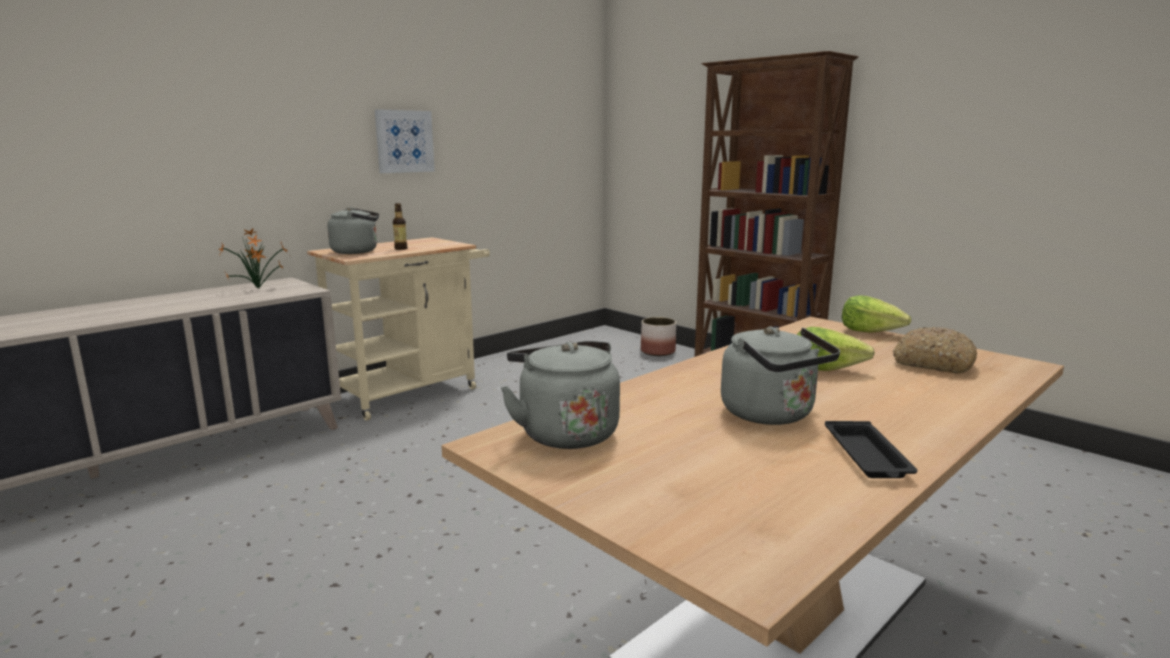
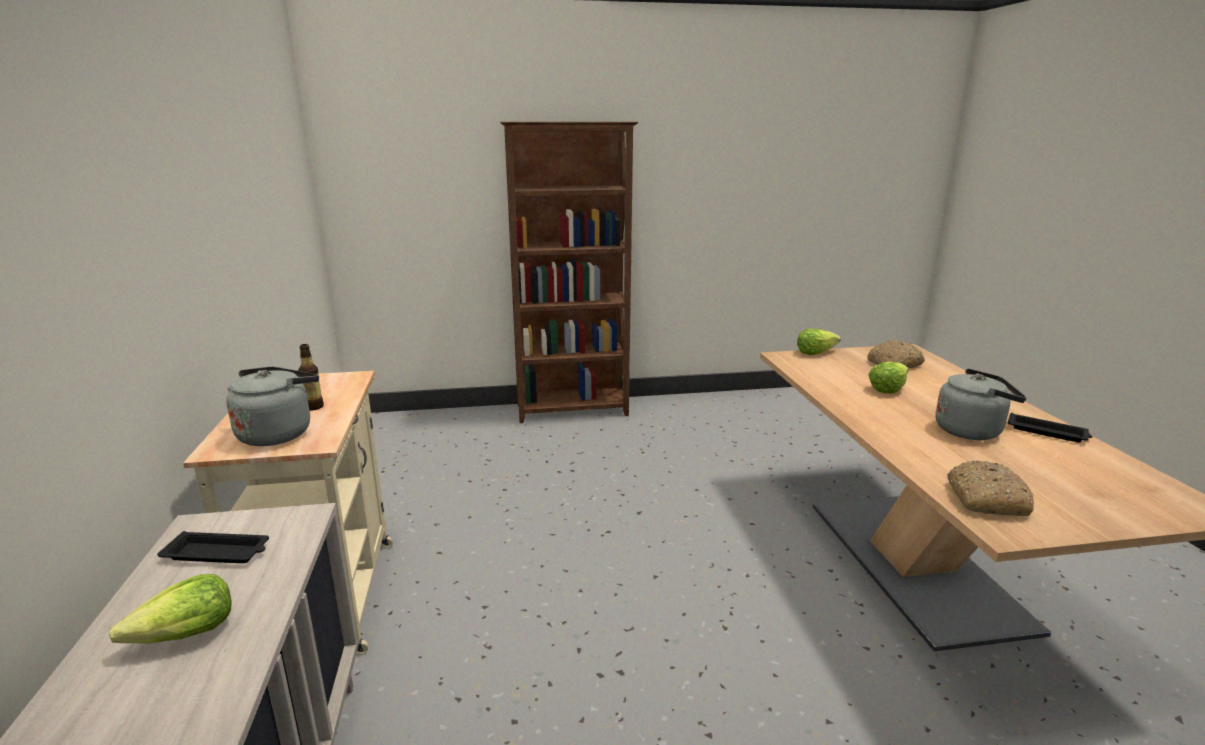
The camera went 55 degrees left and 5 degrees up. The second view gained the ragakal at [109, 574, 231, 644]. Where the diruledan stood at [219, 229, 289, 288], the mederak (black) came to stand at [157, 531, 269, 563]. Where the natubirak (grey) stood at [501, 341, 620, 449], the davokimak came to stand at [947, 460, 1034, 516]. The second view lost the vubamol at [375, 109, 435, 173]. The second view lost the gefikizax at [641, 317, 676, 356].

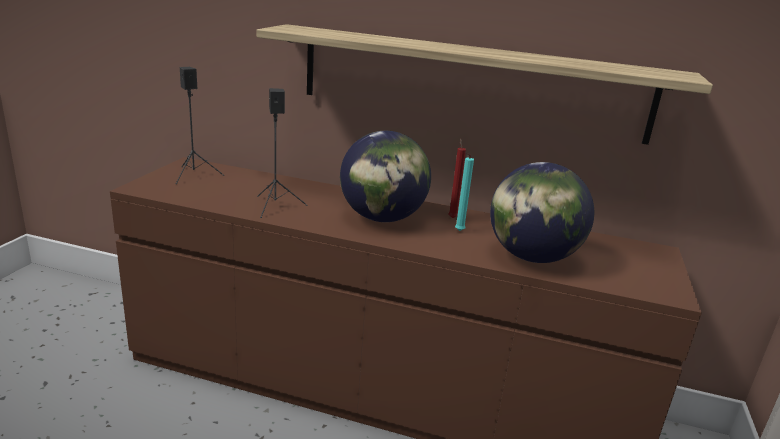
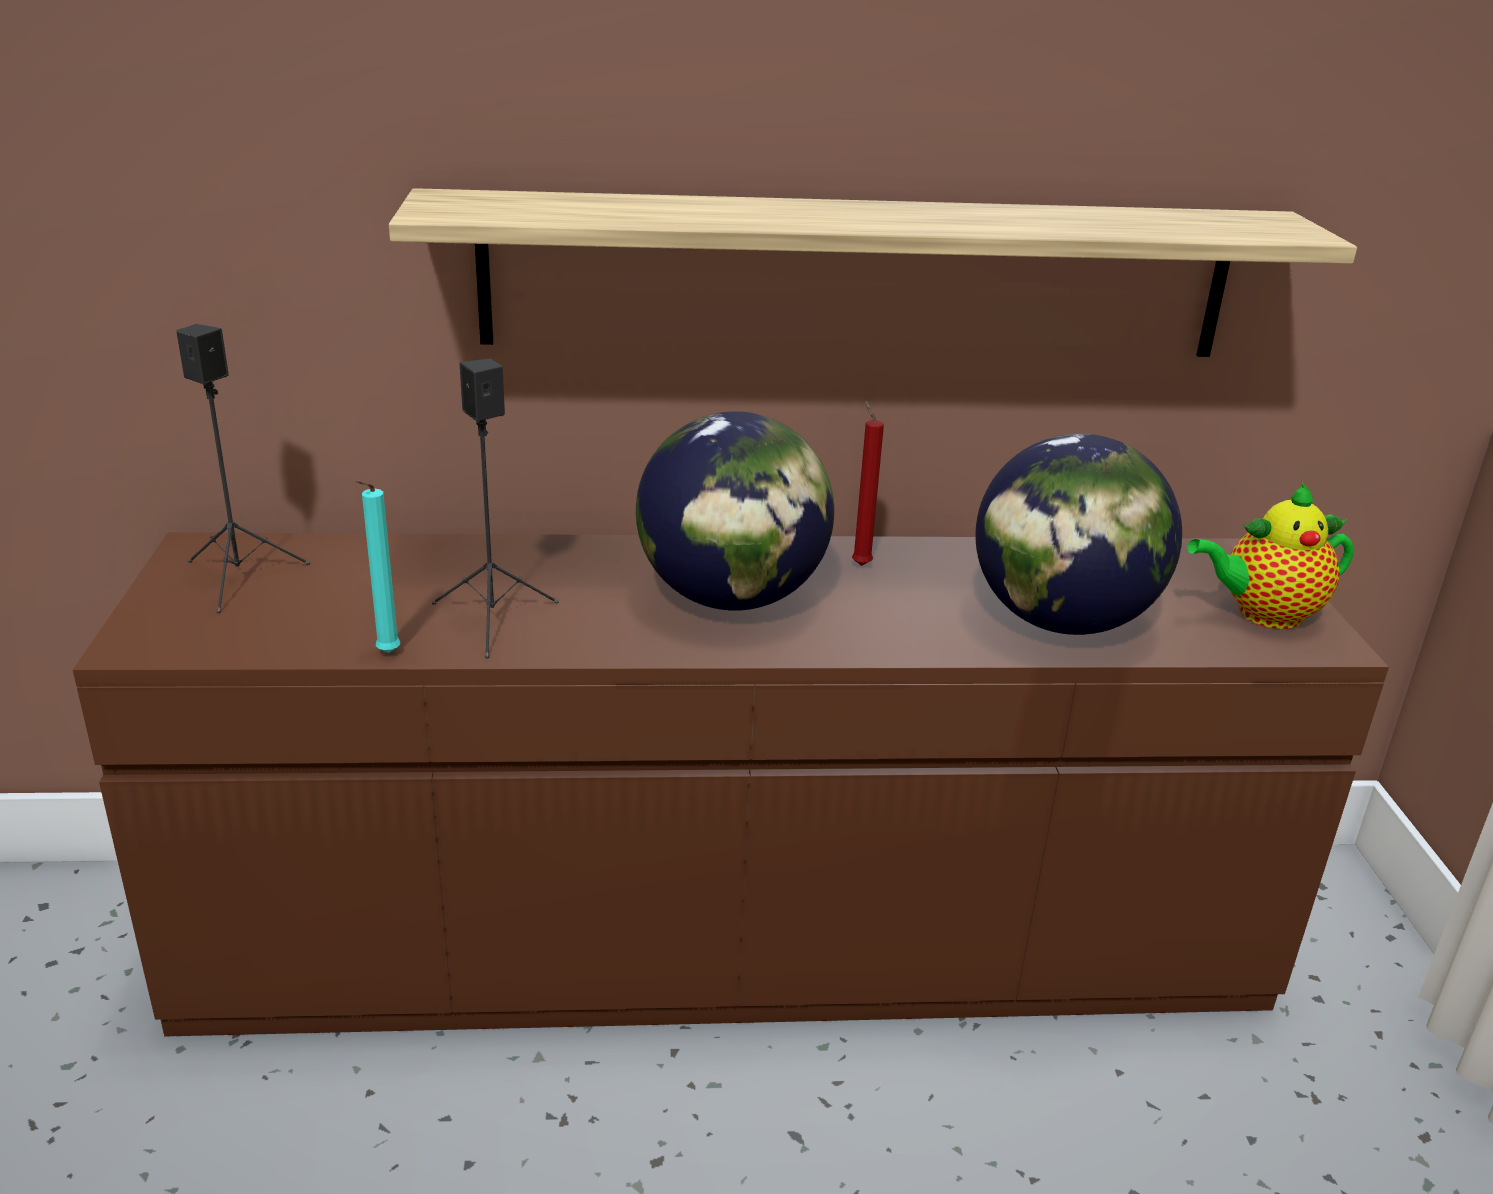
The camera went 20 degrees left and 5 degrees up. The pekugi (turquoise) ended up elsewhere, having gone from [455, 152, 474, 231] to [355, 480, 400, 653]. The second view gained the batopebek at [1188, 483, 1354, 629].

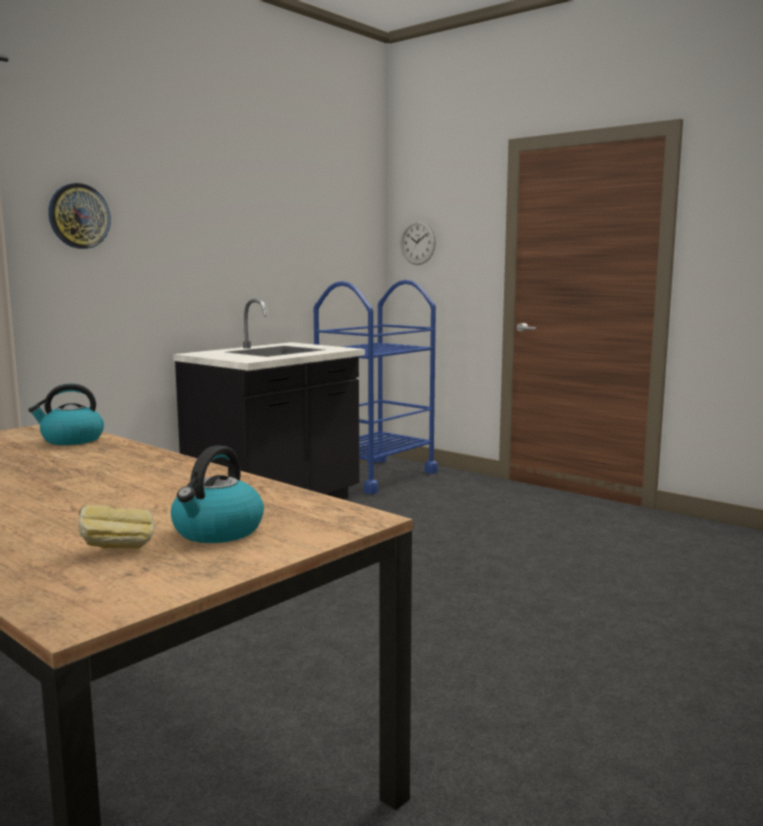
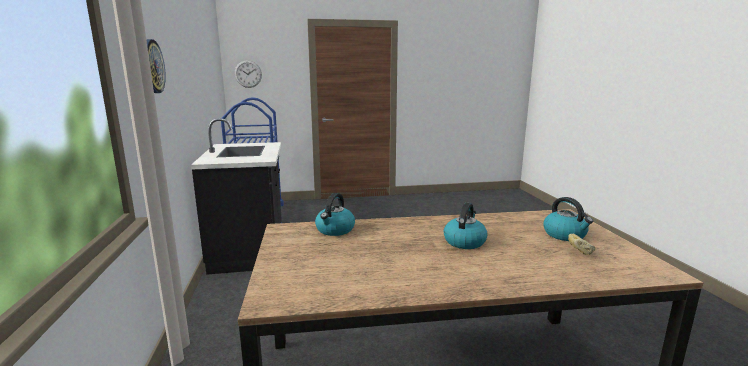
The camera went 50 degrees left and 5 degrees up. The second view gained the natubirak at [444, 203, 488, 249].

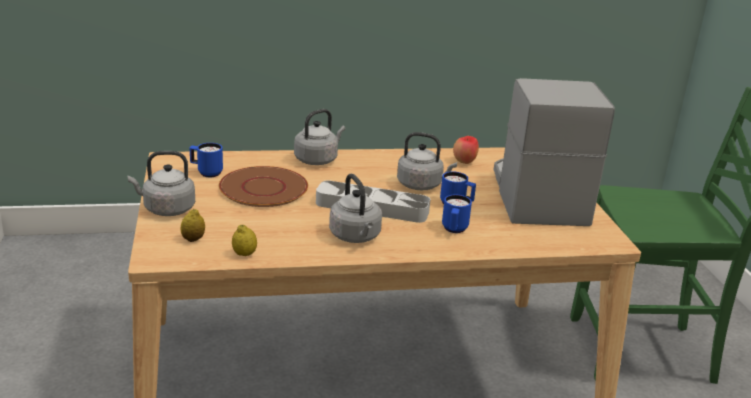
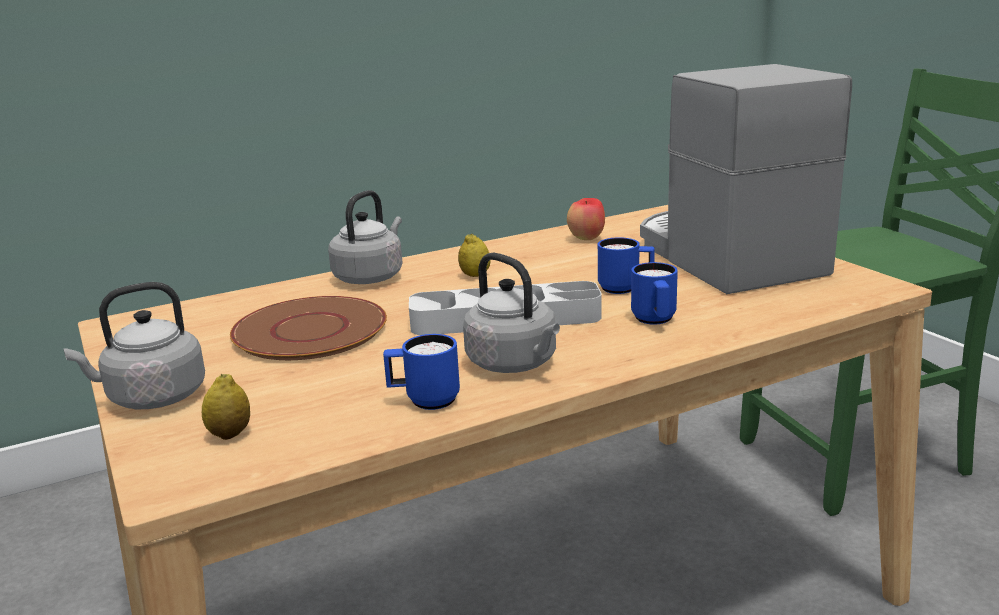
The camera went 15 degrees left and 5 degrees down. The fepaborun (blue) ended up elsewhere, having gone from [190, 143, 223, 177] to [383, 334, 460, 410]. The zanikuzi ended up elsewhere, having gone from [232, 225, 257, 256] to [458, 234, 491, 277]. The second view lost the natubirak (grey) at [397, 132, 457, 190].

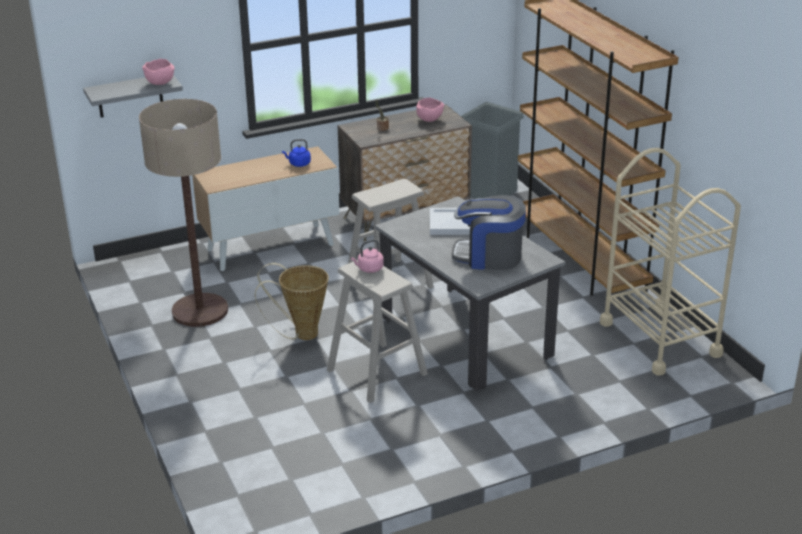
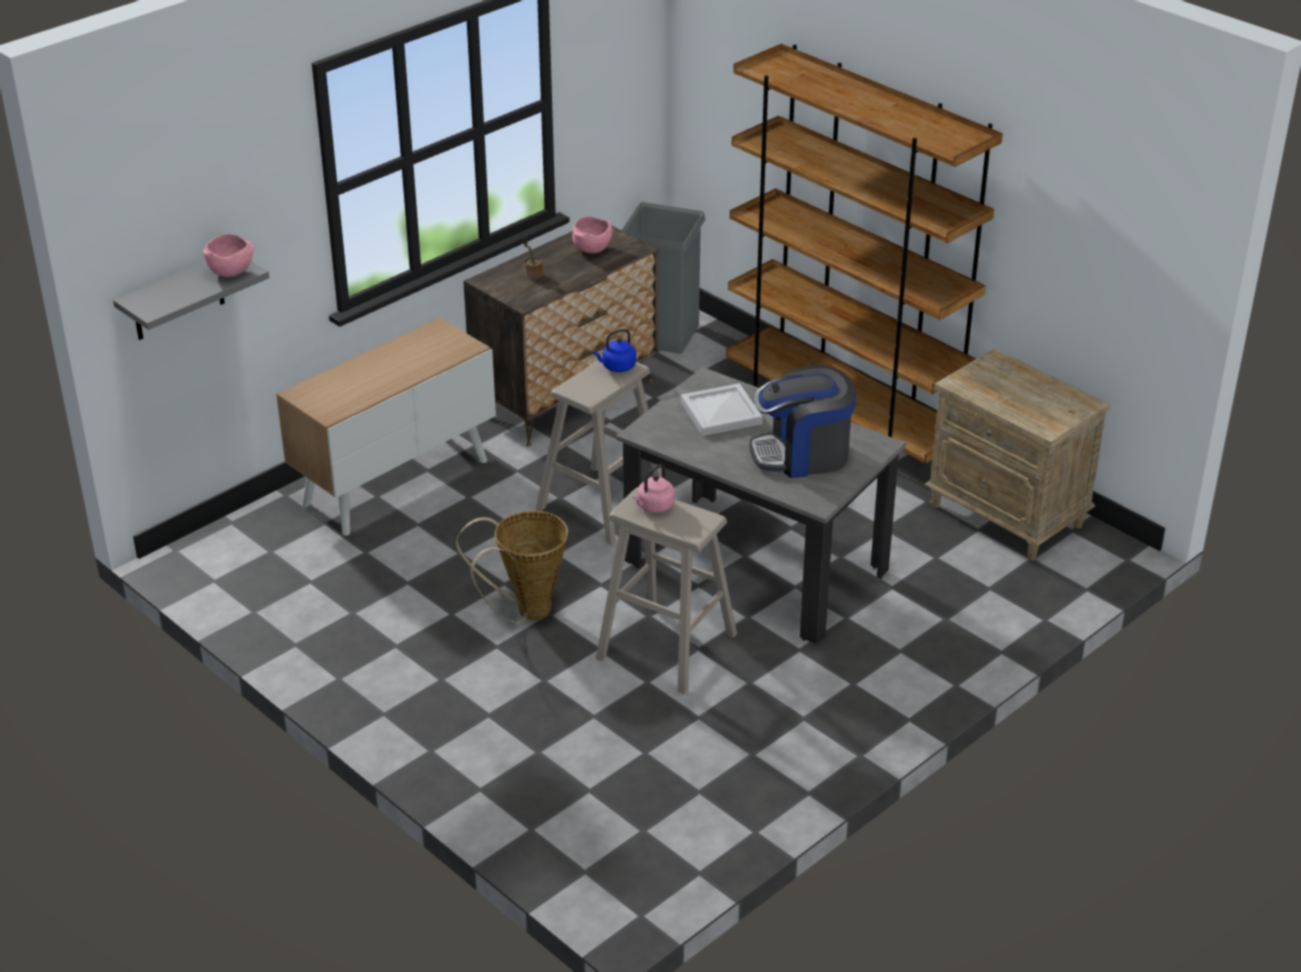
The camera went 20 degrees left and 5 degrees up. The natubirak (blue) ended up elsewhere, having gone from [282, 139, 311, 167] to [593, 329, 636, 372]. Where the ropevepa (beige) stood at [600, 148, 741, 376], the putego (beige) came to stand at [924, 348, 1110, 561]. The second view lost the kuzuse at [139, 99, 228, 327].

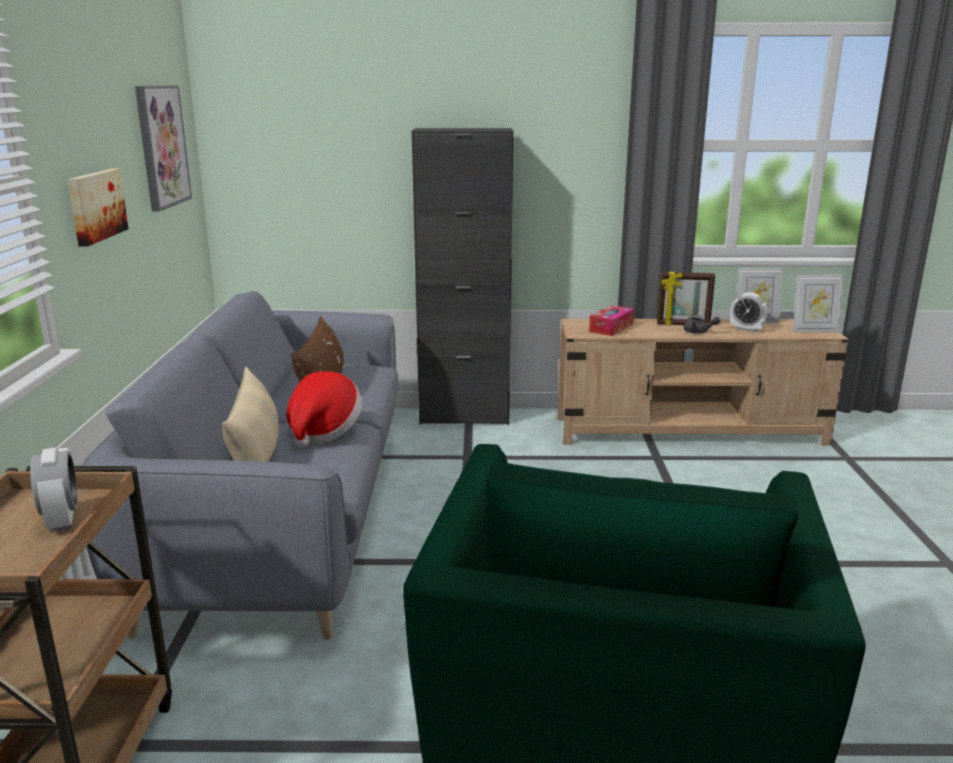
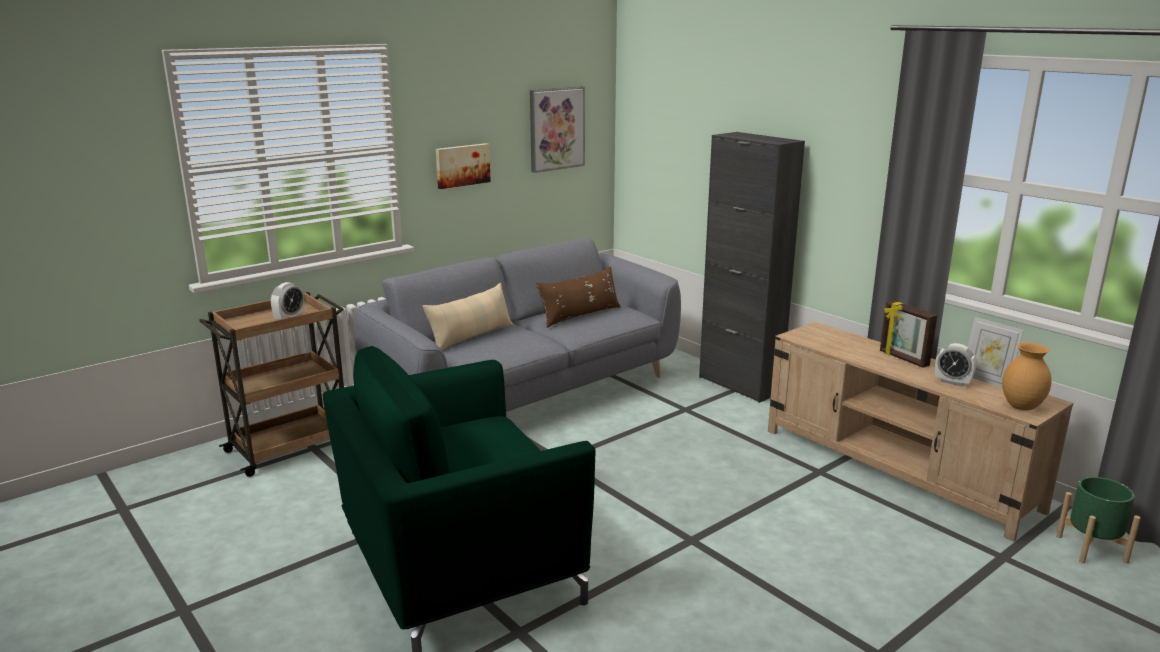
The camera went 50 degrees right and 0 degrees up. The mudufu at [730, 292, 768, 332] ended up facing another way, 45 degrees counterclockwise from before. Where the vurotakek stood at [793, 275, 843, 332], the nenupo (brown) came to stand at [1002, 342, 1052, 411]. The second view gained the gefikizax (green) at [1056, 477, 1141, 564]. The second view lost the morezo at [286, 371, 362, 448]. The second view lost the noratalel at [589, 305, 634, 336]. The second view lost the batopebek (grey) at [684, 316, 721, 334].

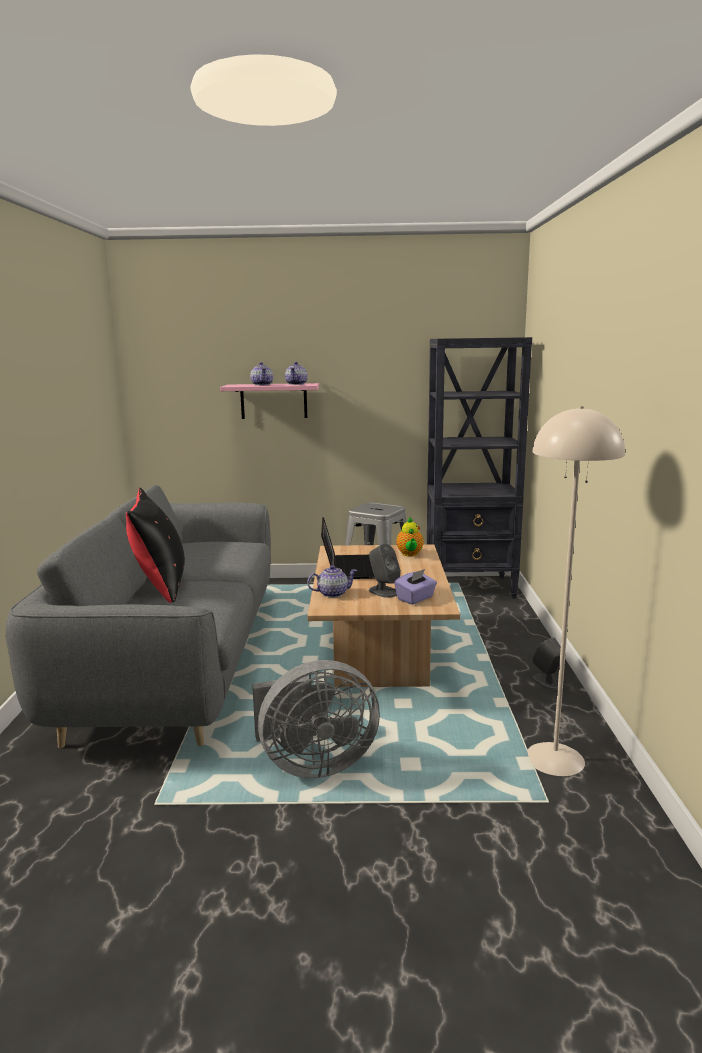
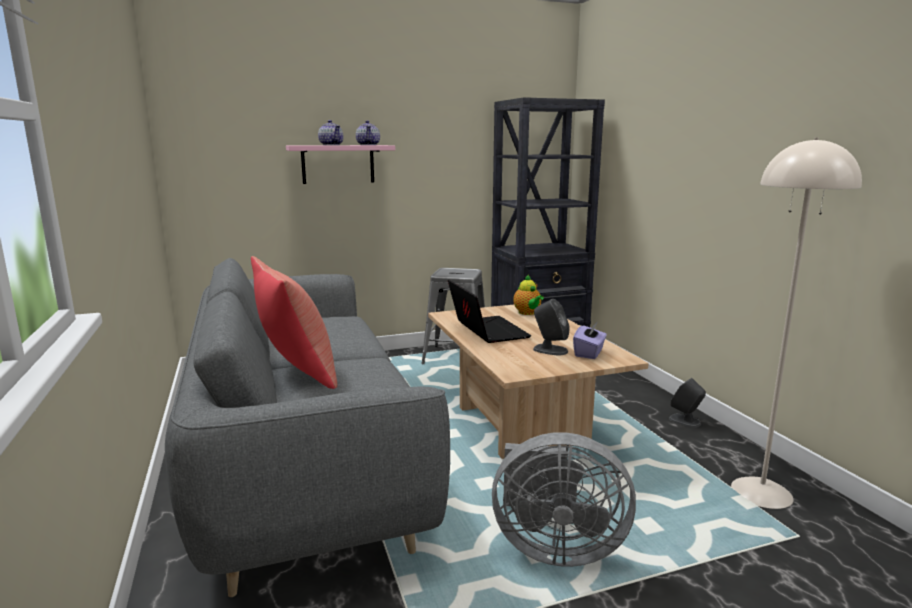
The camera went 20 degrees left and 0 degrees up. What was the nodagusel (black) at [126, 488, 185, 603] turned into the nodagusel (red) at [251, 256, 337, 389]. The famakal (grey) at [252, 660, 380, 778] ended up facing another way, 45 degrees clockwise from before. The second view lost the batopebek at [307, 565, 357, 598].

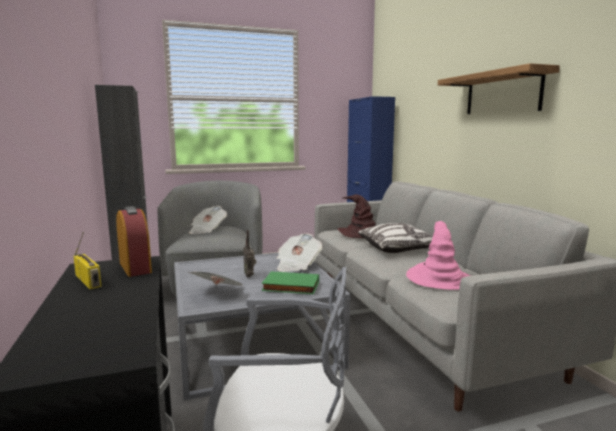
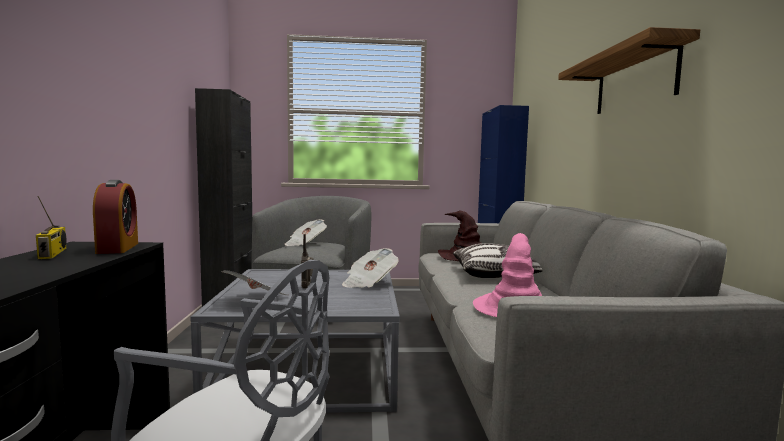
The camera went 15 degrees right and 5 degrees down. The second view lost the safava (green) at [261, 271, 319, 294].

